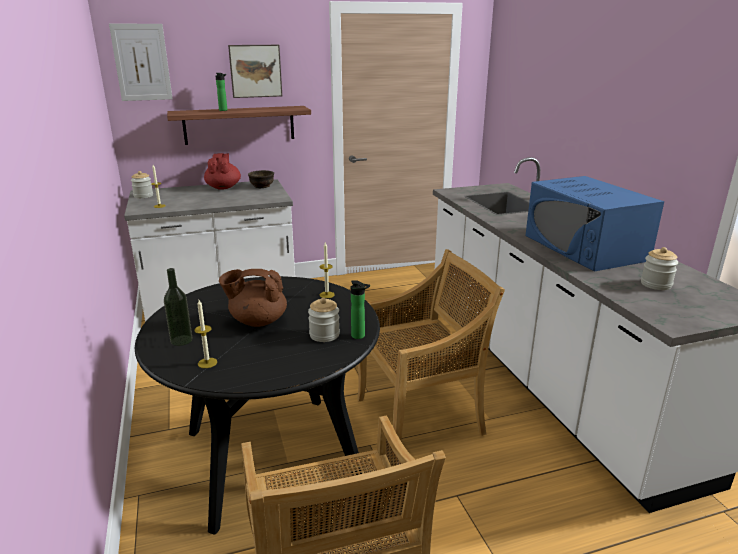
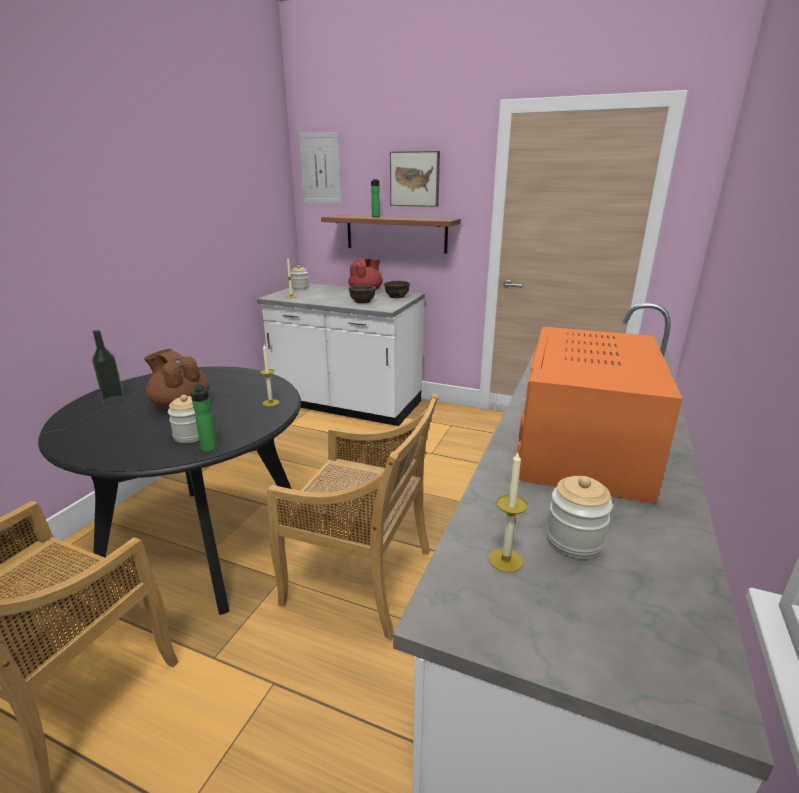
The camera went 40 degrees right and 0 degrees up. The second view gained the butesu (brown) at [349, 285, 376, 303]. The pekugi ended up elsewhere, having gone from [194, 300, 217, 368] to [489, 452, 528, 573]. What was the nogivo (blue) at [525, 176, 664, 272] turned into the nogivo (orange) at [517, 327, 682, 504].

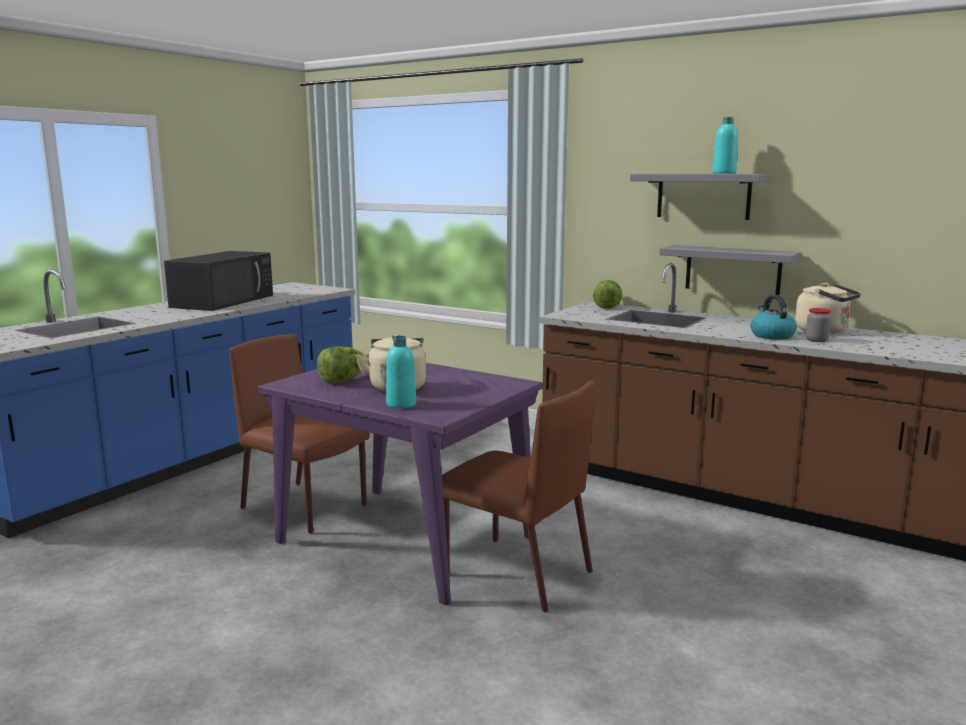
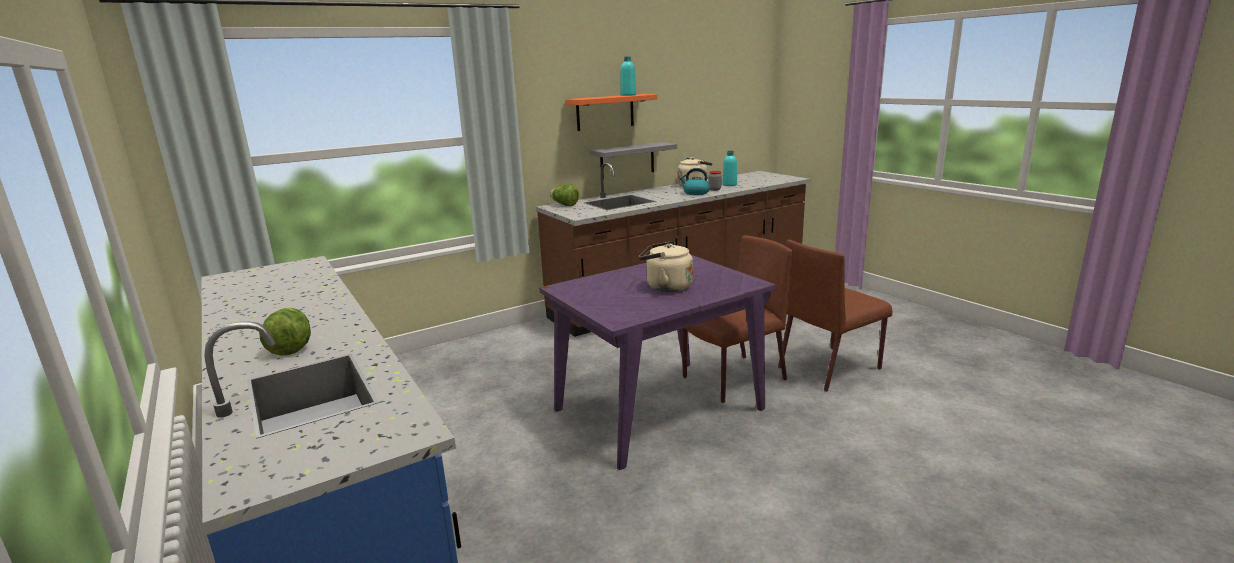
The camera went 65 degrees left and 5 degrees up. The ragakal ended up elsewhere, having gone from [317, 346, 369, 384] to [259, 308, 311, 355]. What was the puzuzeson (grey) at [630, 174, 771, 220] turned into the puzuzeson (orange) at [565, 94, 657, 131]. The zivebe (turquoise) ended up elsewhere, having gone from [386, 336, 416, 409] to [723, 151, 737, 186]. The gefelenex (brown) ended up elsewhere, having gone from [229, 334, 369, 534] to [778, 240, 892, 392]. The second view lost the nogivo (black) at [164, 251, 273, 311].

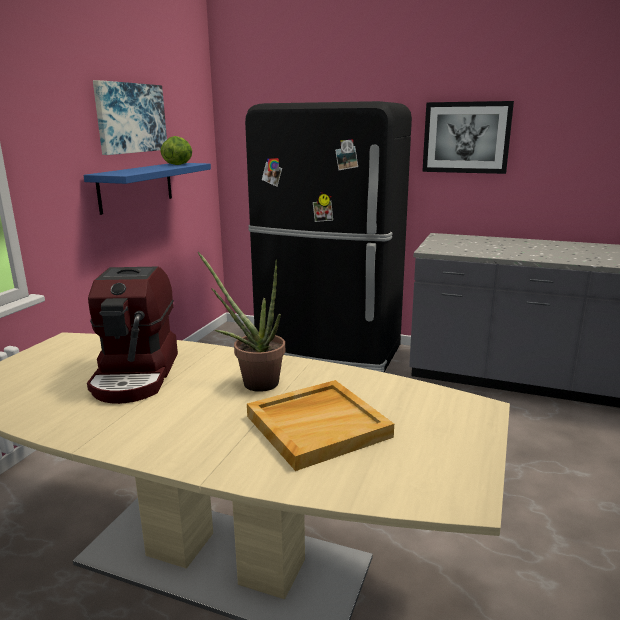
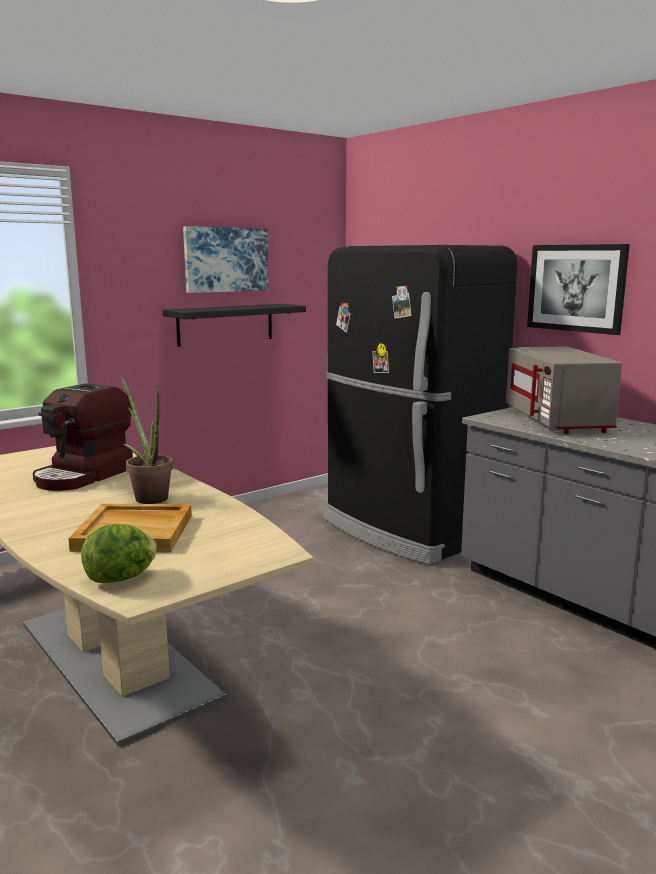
The camera went 30 degrees right and 5 degrees down. The ragakal ended up elsewhere, having gone from [161, 136, 192, 165] to [81, 524, 157, 583]. What was the puzuzeson (blue) at [83, 163, 211, 215] turned into the puzuzeson (black) at [163, 304, 306, 347]. The second view gained the nogivo (grey) at [506, 346, 622, 434].

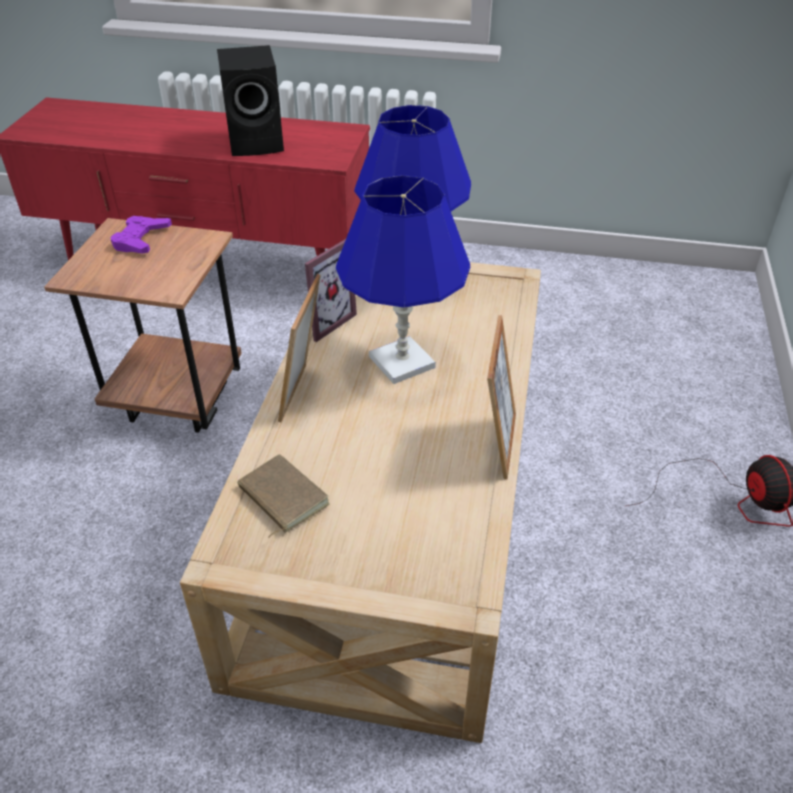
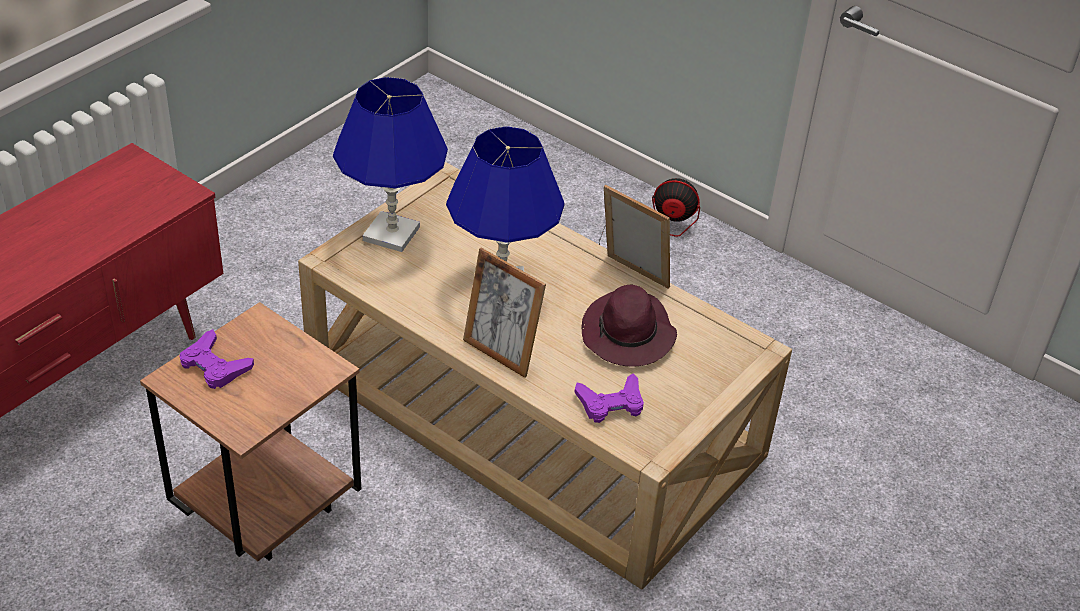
The camera went 65 degrees left and 0 degrees up. Where the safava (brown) stood at [237, 454, 330, 538], the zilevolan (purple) came to stand at [574, 374, 644, 423]. The second view gained the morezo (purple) at [582, 285, 677, 367]. The second view lost the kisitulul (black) at [217, 45, 284, 156]. The second view lost the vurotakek at [305, 239, 357, 342].

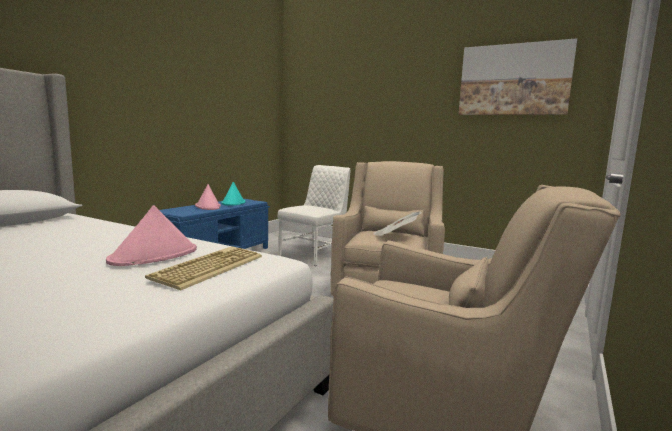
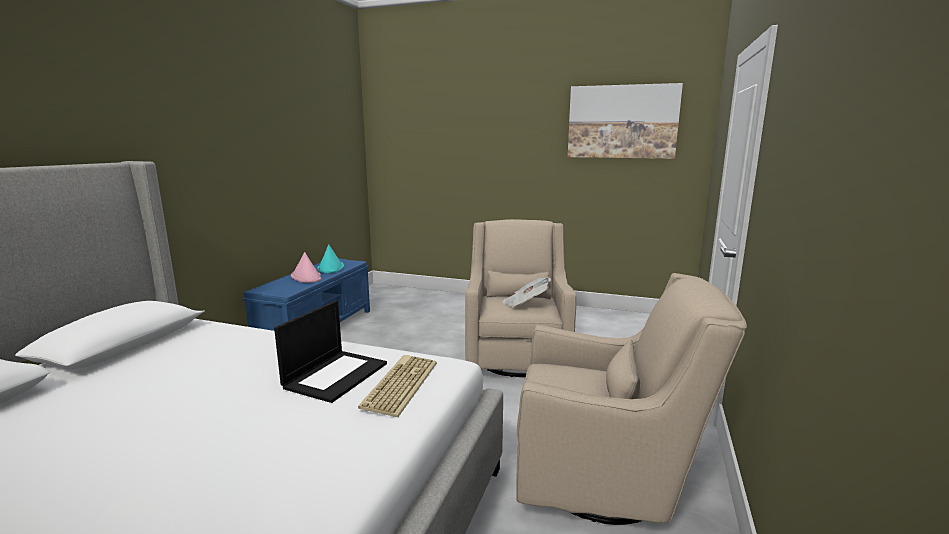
The camera went 10 degrees left and 5 degrees up. Where the morezo (pink) stood at [106, 205, 197, 266], the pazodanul came to stand at [274, 300, 387, 403]. The second view lost the gefelenex (white) at [278, 165, 350, 266].

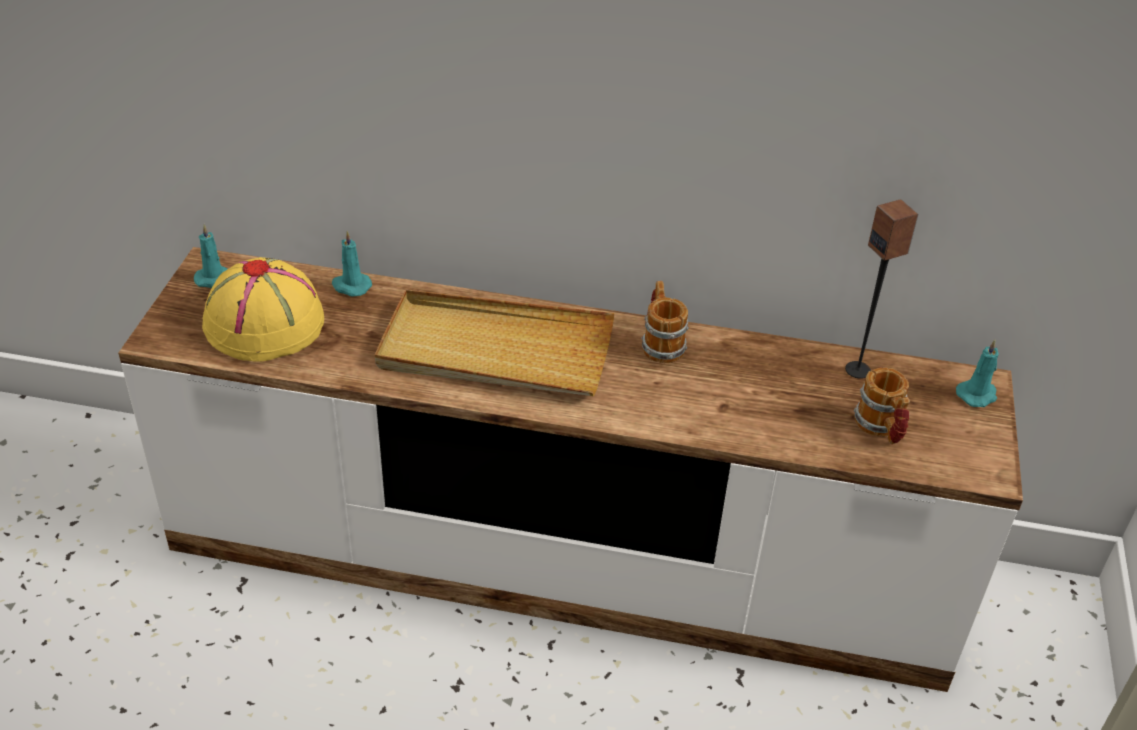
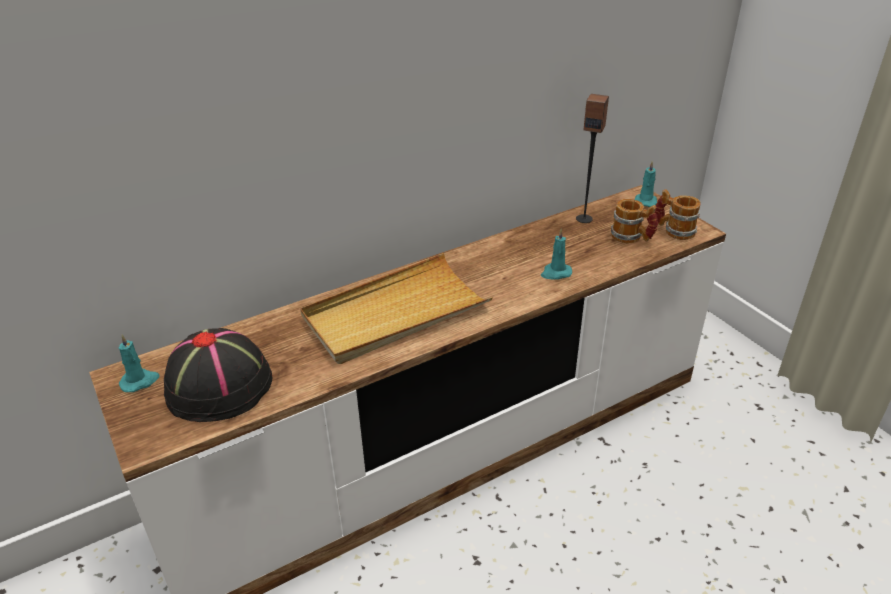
The camera went 40 degrees left and 5 degrees down. What was the morezo (yellow) at [202, 257, 324, 362] turned into the morezo (black) at [164, 328, 272, 422]. The pekugi (turquoise) ended up elsewhere, having gone from [332, 231, 372, 296] to [541, 229, 572, 280]. The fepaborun ended up elsewhere, having gone from [641, 281, 689, 363] to [655, 189, 700, 240].

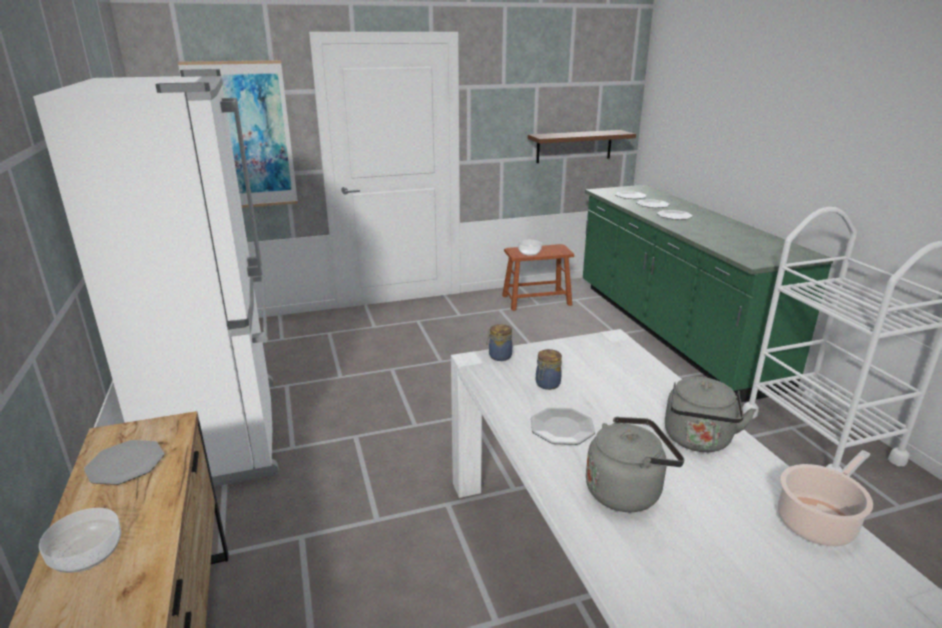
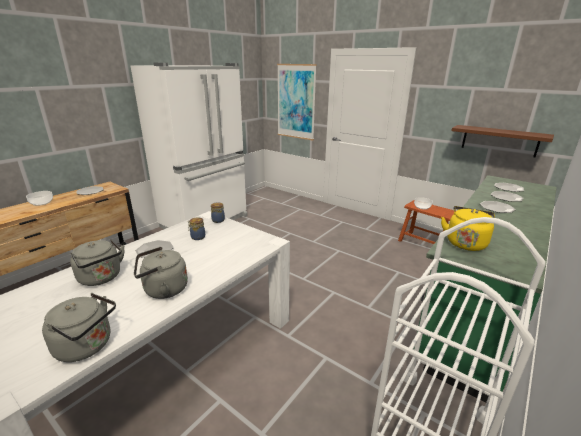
The camera went 55 degrees right and 0 degrees up. Where the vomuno stood at [778, 450, 873, 547], the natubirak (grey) came to stand at [42, 293, 116, 362]. The second view gained the natubirak (yellow) at [441, 206, 495, 251].

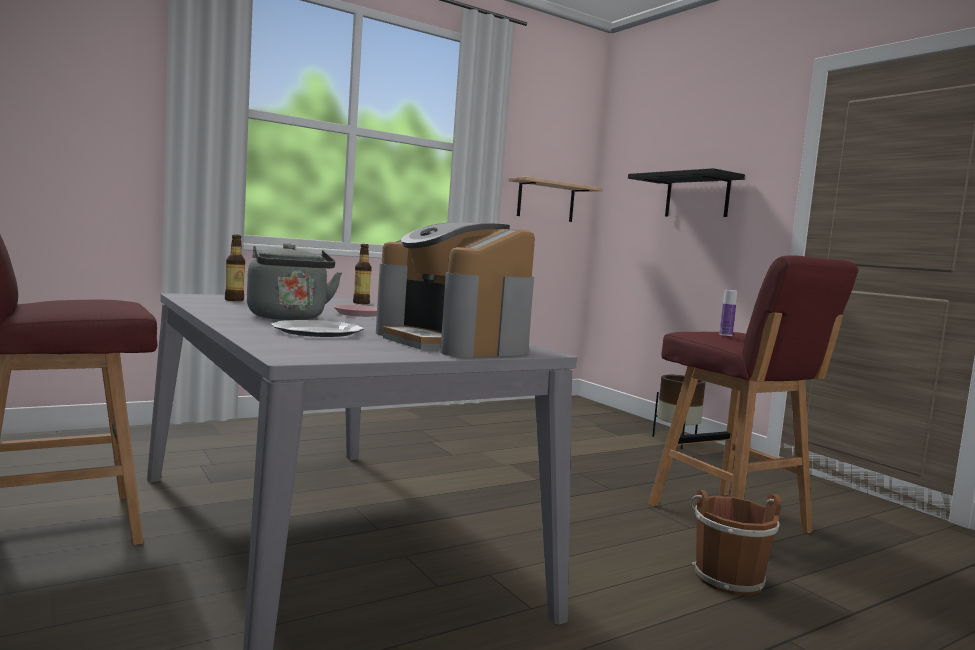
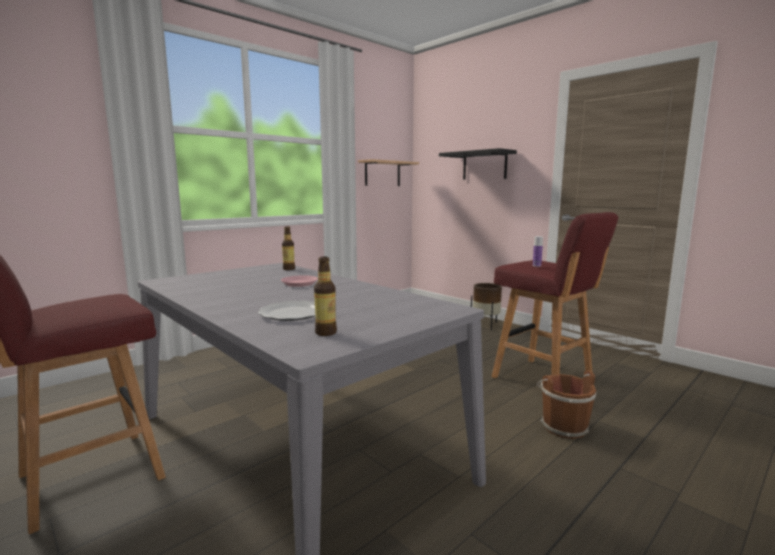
The camera went 10 degrees left and 5 degrees up. The zivebe ended up elsewhere, having gone from [225, 234, 245, 301] to [314, 257, 337, 336]. The second view lost the natubirak (grey) at [247, 243, 342, 320]. The second view lost the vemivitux at [376, 222, 535, 357].

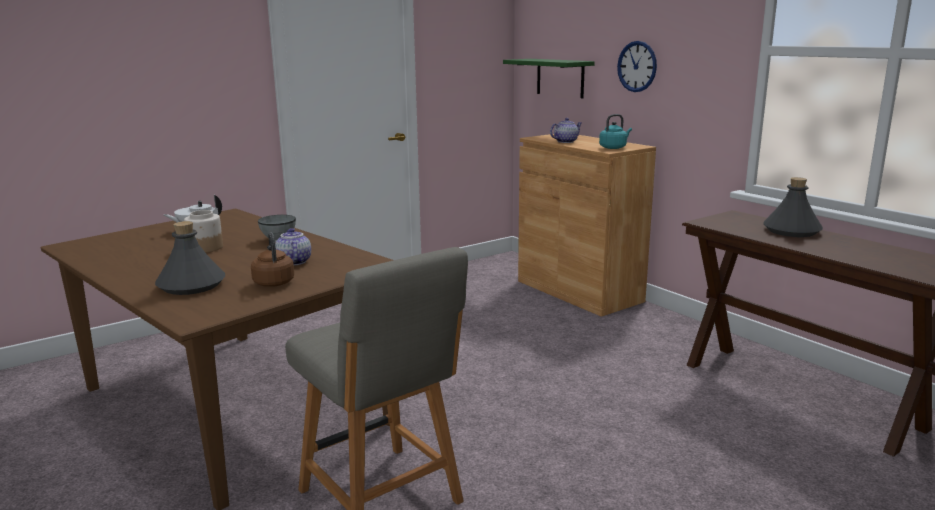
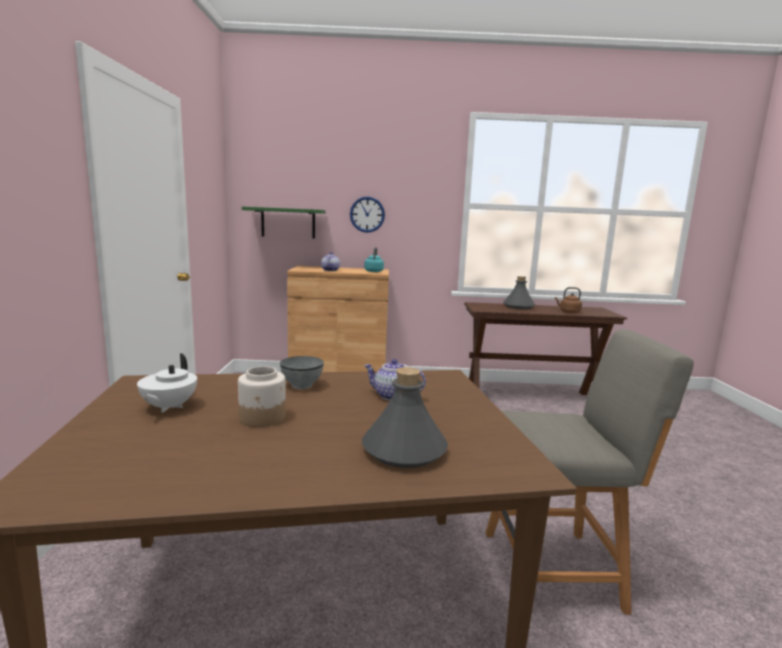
The camera went 55 degrees left and 5 degrees down. The natubirak (brown) ended up elsewhere, having gone from [251, 233, 294, 287] to [555, 287, 582, 313].

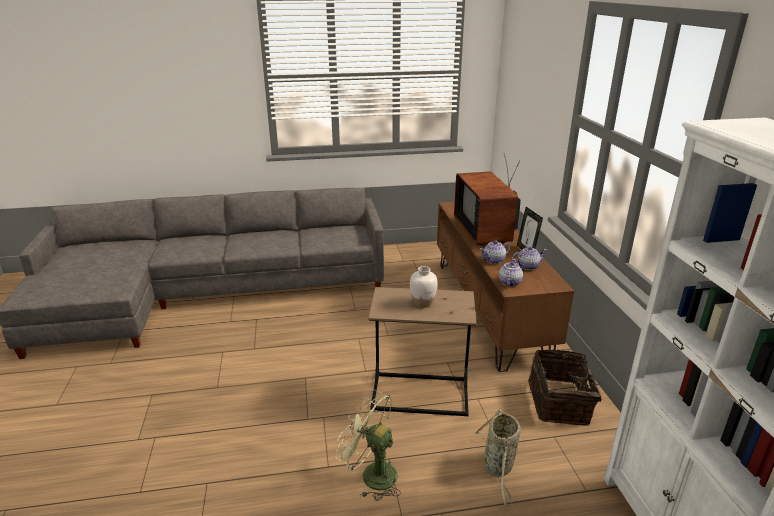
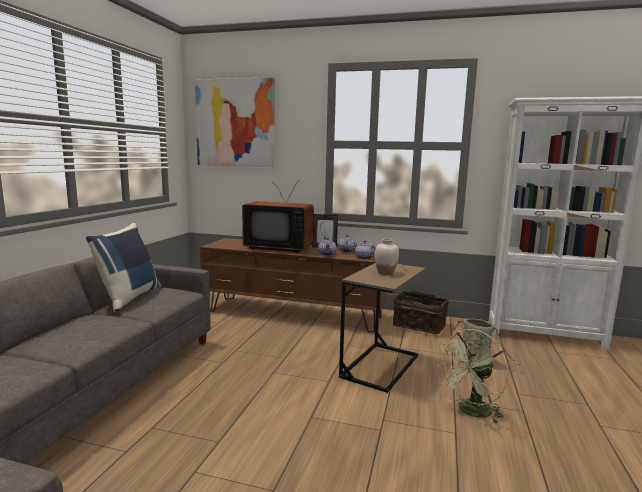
The camera went 65 degrees left and 15 degrees down. The second view gained the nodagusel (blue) at [86, 223, 162, 312]. The second view gained the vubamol at [195, 77, 274, 167].

